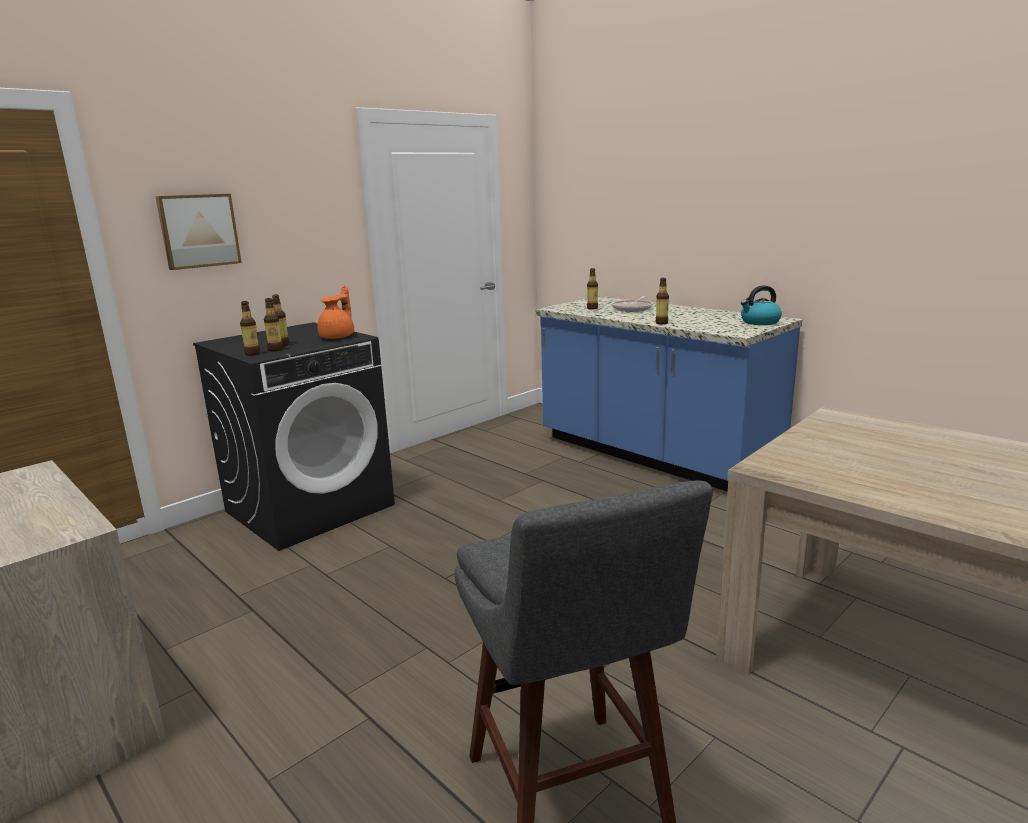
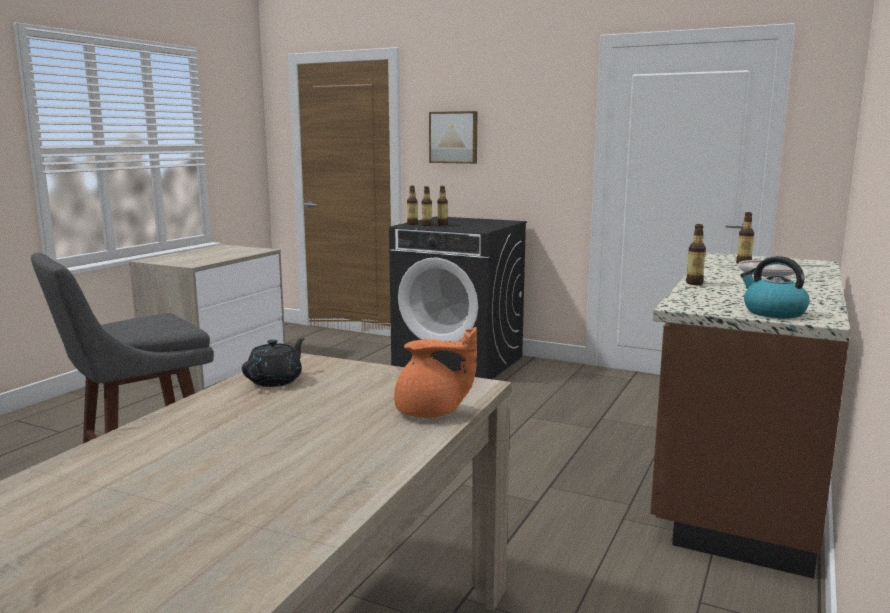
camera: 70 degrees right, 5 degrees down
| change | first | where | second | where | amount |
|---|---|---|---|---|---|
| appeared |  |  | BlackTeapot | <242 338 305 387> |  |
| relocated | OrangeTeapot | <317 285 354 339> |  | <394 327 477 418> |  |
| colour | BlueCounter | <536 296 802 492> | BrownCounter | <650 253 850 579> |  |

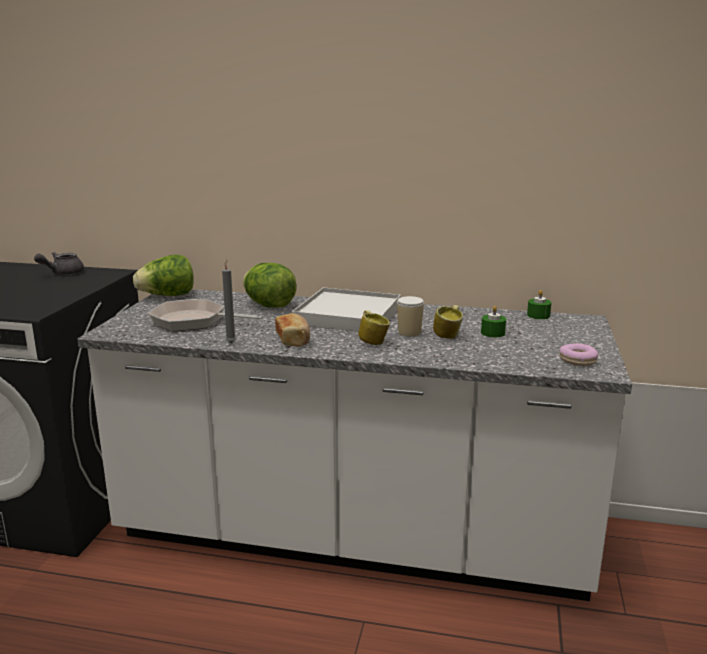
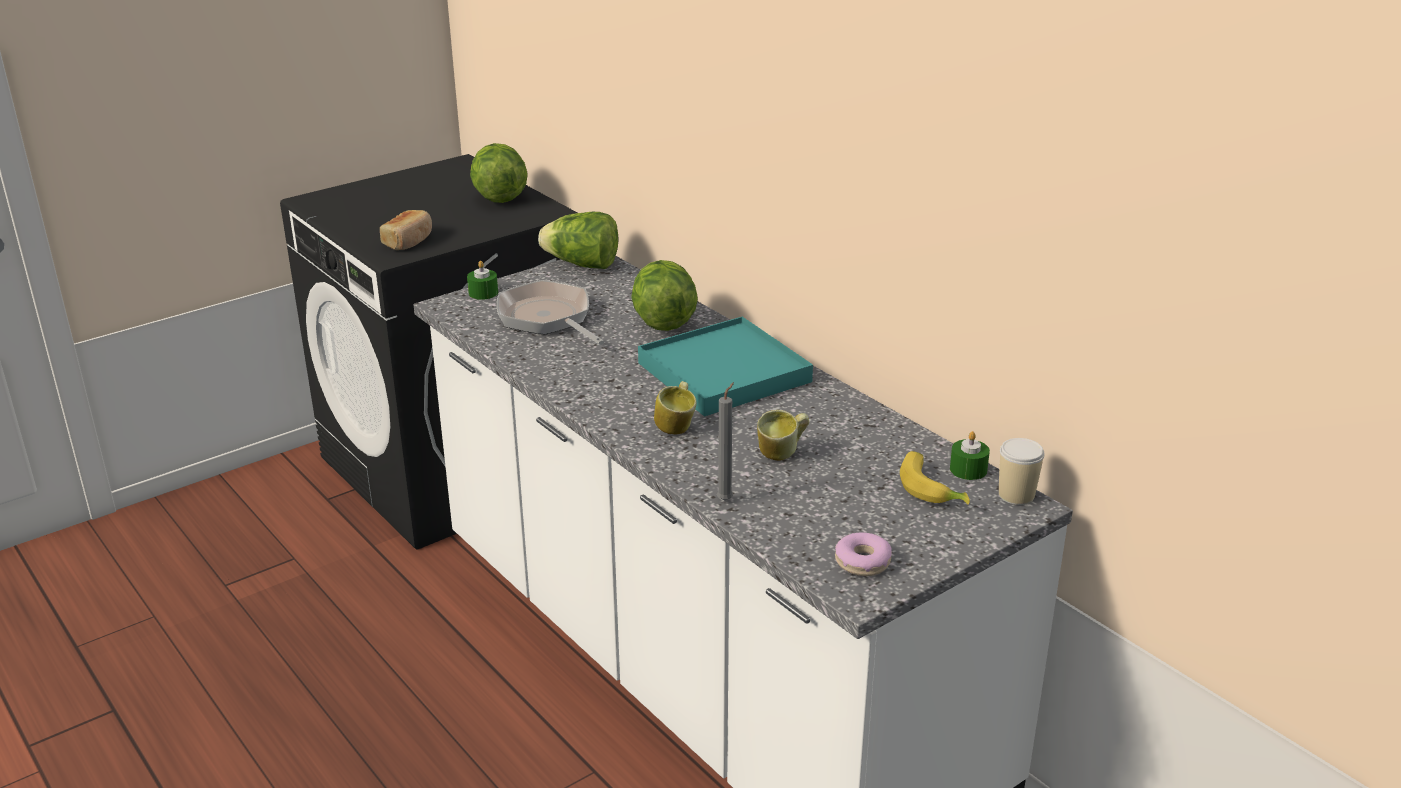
camera: 40 degrees right, 10 degrees up
| change | first | where | second | where | amount |
|---|---|---|---|---|---|
| relocated | Bread | <275 313 310 347> |  | <380 210 432 250> |  |
| relocated | GreenCandle | <481 306 506 337> |  | <467 261 498 300> |  |
| exchanged | GreyTeapot | <34 252 84 275> | Lettuce | <470 143 528 203> |  |
| colour | WhiteTray | <292 287 401 332> | TurquoiseTray | <638 317 813 416> |  |
| relocated | GreyCandle | <222 260 236 343> |  | <717 382 734 501> |  |
| appeared |  |  | Banana | <900 451 970 504> |  |
| relocated | Cup | <397 296 424 337> |  | <999 438 1045 505> |  |

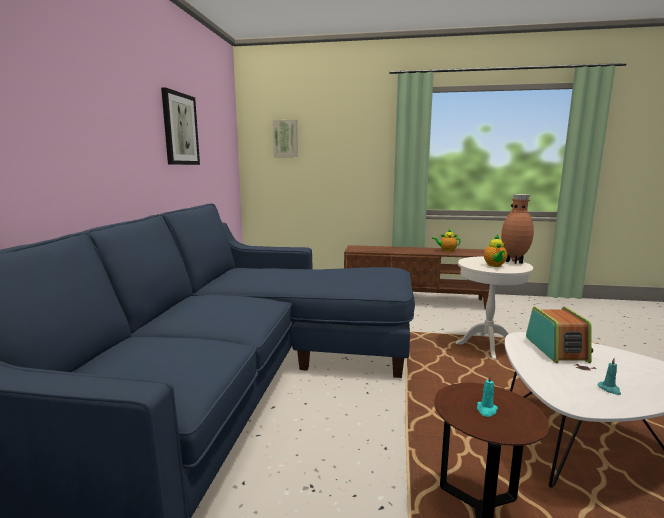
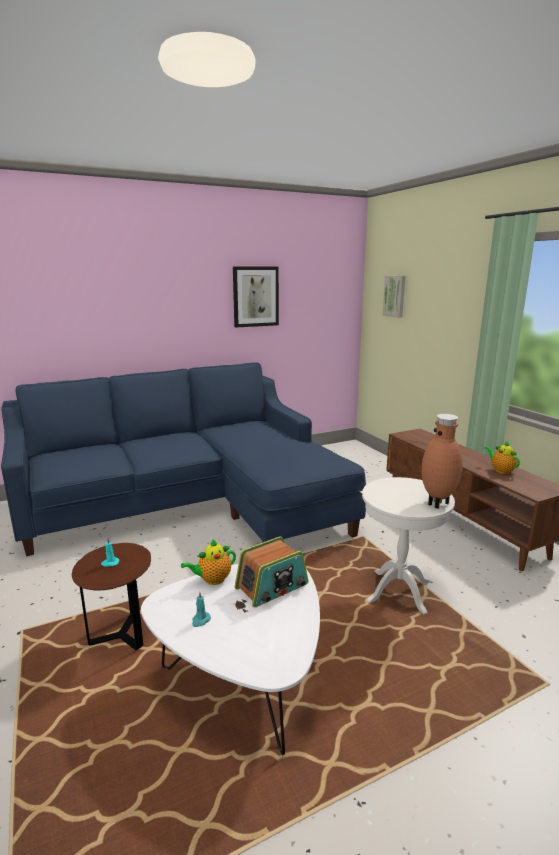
camera: 55 degrees right, 5 degrees up
| change | first | where | second | where | amount |
|---|---|---|---|---|---|
| relocated | Teapot | <484 234 508 267> |  | <181 539 236 585> |  |

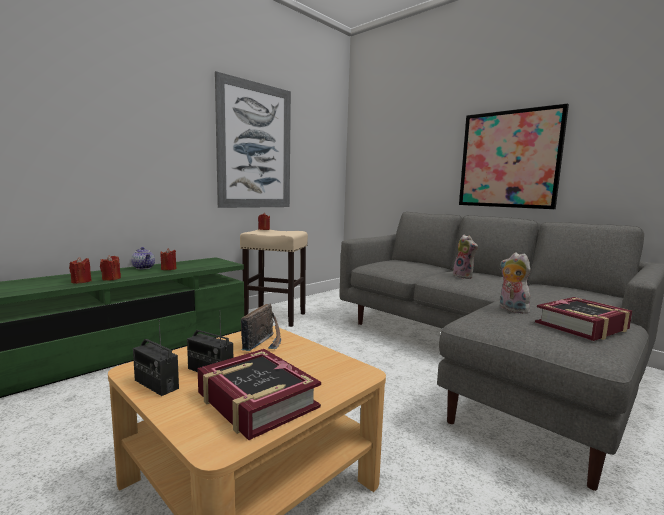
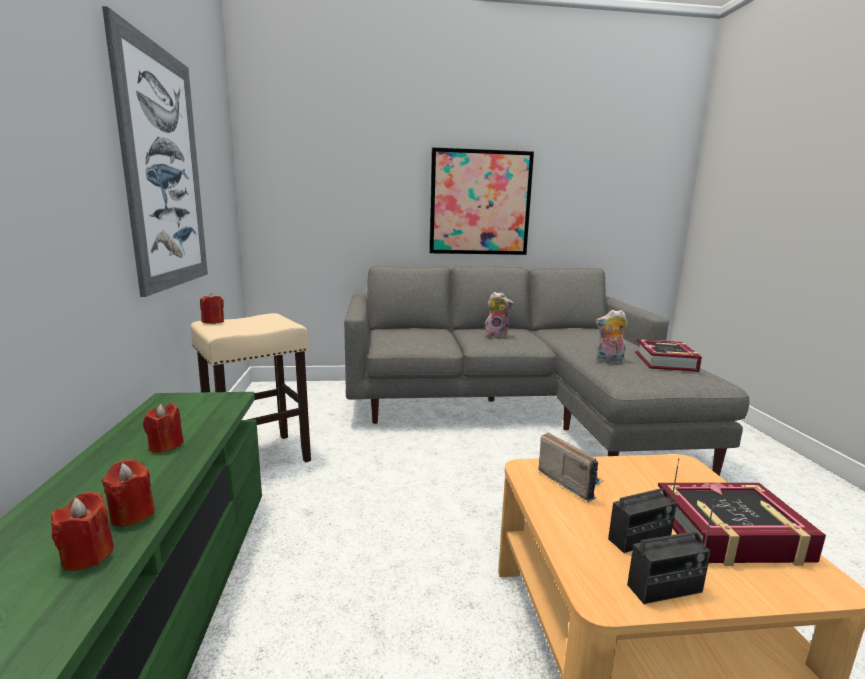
camera: 50 degrees left, 5 degrees up
| change | first | where | second | where | amount |
|---|---|---|---|---|---|
| missing | Teapot | <131 247 155 269> |  |  |  |

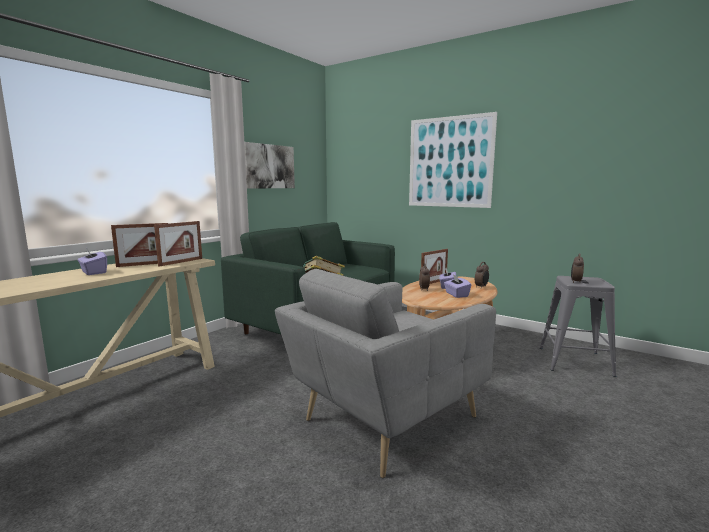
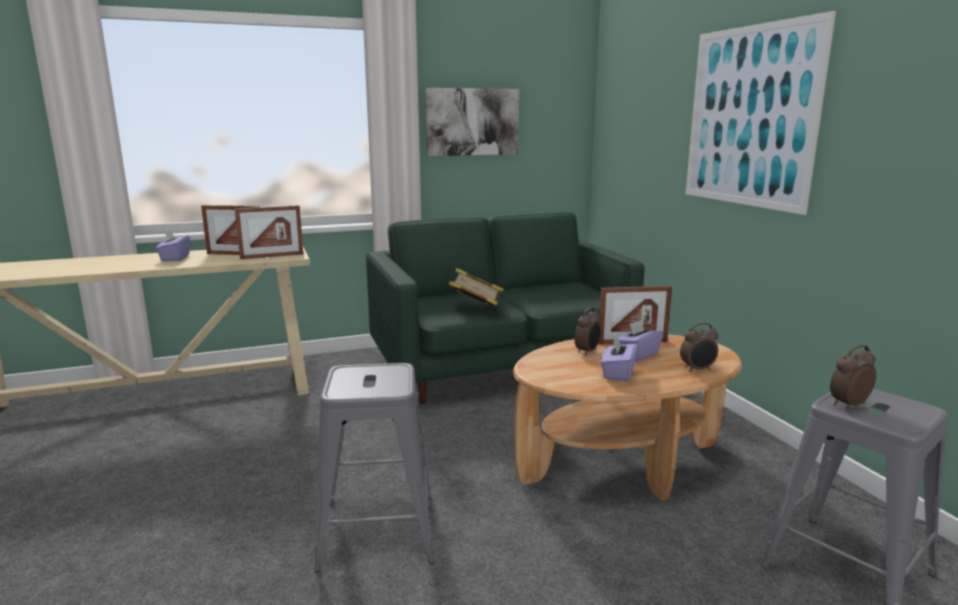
camera: 35 degrees right, 5 degrees up
| change | first | where | second | where | amount |
|---|---|---|---|---|---|
| exchanged | GreyArmchair | <275 269 496 478> | GreyStool | <314 363 435 572> |  |

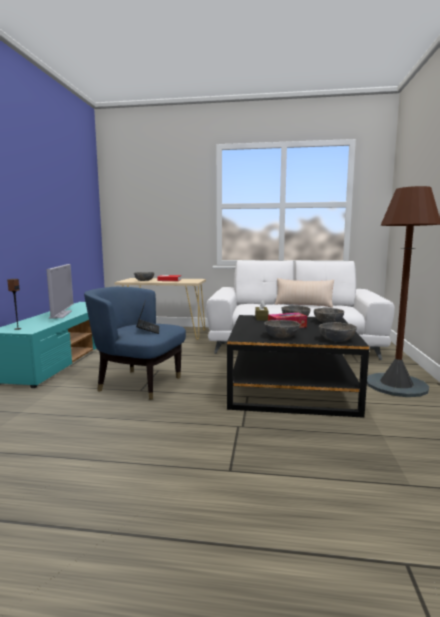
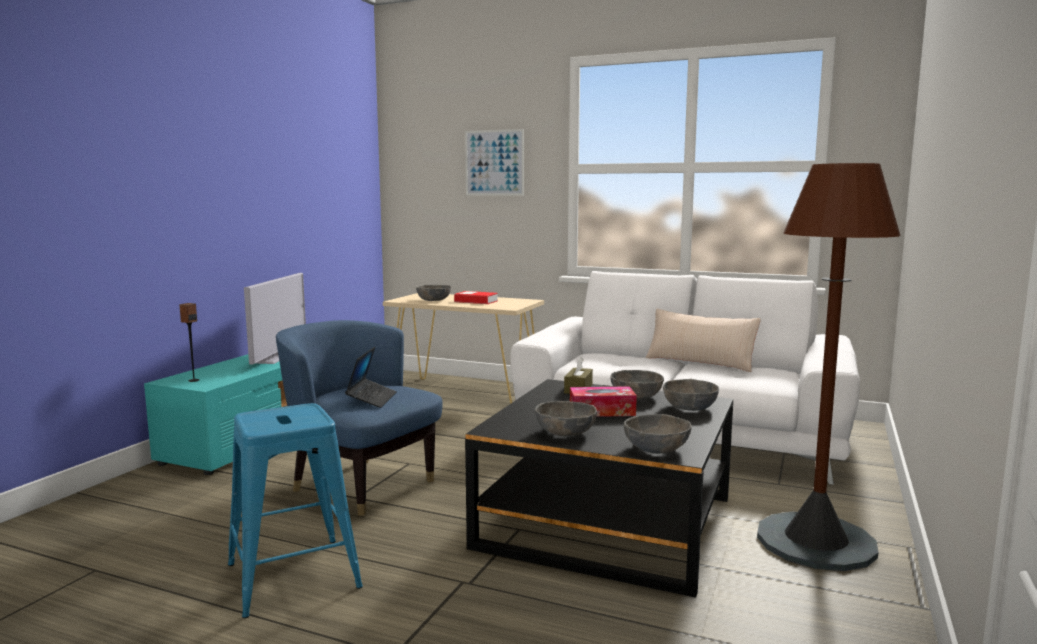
camera: 15 degrees right, 0 degrees up
| change | first | where | second | where | amount |
|---|---|---|---|---|---|
| appeared |  |  | BlueStool | <228 403 363 618> |  |
| appeared |  |  | Picture | <465 129 524 196> |  |

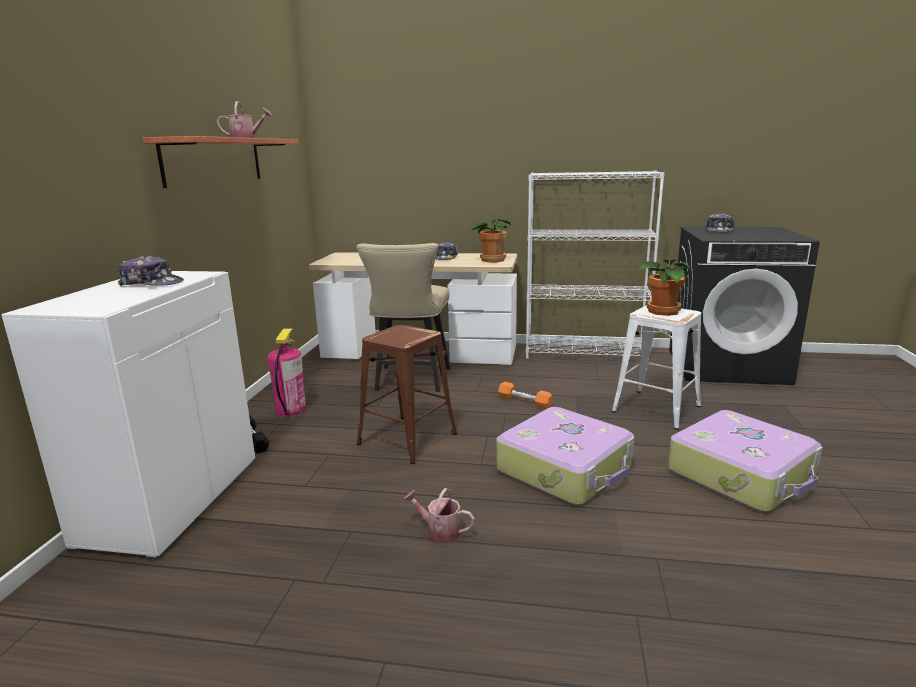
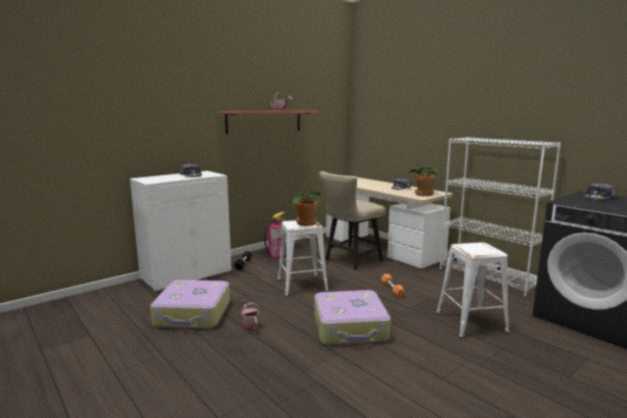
camera: 40 degrees right, 5 degrees down
| change | first | where | second | where | amount |
|---|---|---|---|---|---|
| relocated | Suitcase | <668 410 823 512> |  | <150 280 230 329> |  |
| colour | BrownStool | <357 325 457 464> | WhiteStool | <278 220 328 297> |  |
| relocated | PottedPlant | <637 259 690 316> |  | <293 191 320 226> |  |

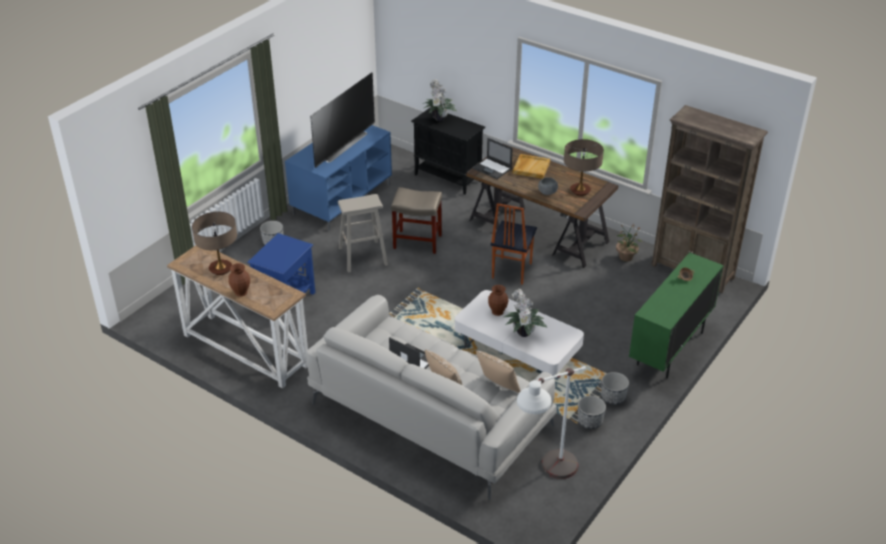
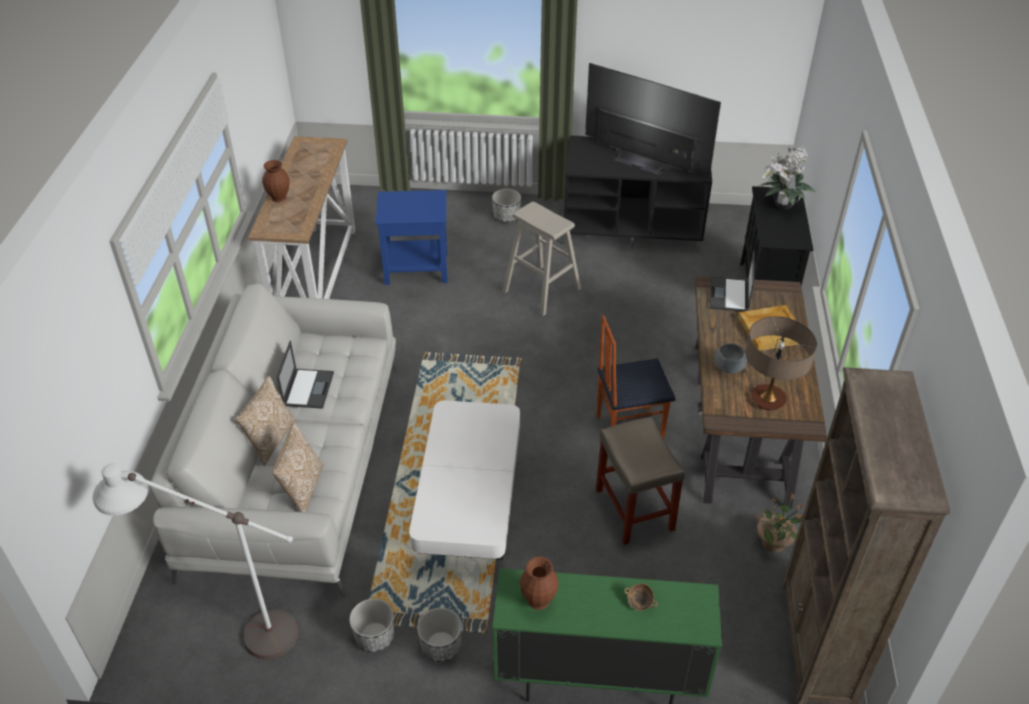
camera: 60 degrees right, 5 degrees up
| change | first | where | second | where | amount |
|---|---|---|---|---|---|
| relocated | BrownVase | <488 285 508 316> |  | <520 557 558 610> |  |
| colour | BlueTvStand | <285 125 392 231> | BlackTvStand | <564 136 712 253> |  |
| spun | Television | <310 72 375 168> |  | <585 63 721 175> | 150 degrees counterclockwise |
| relocated | BeigeStool | <391 187 442 254> |  | <596 417 685 545> |  |
| missing | TableLamp | <192 212 237 275> |  |  |  |
| missing | PottedPlant | <504 288 548 337> |  |  |  |

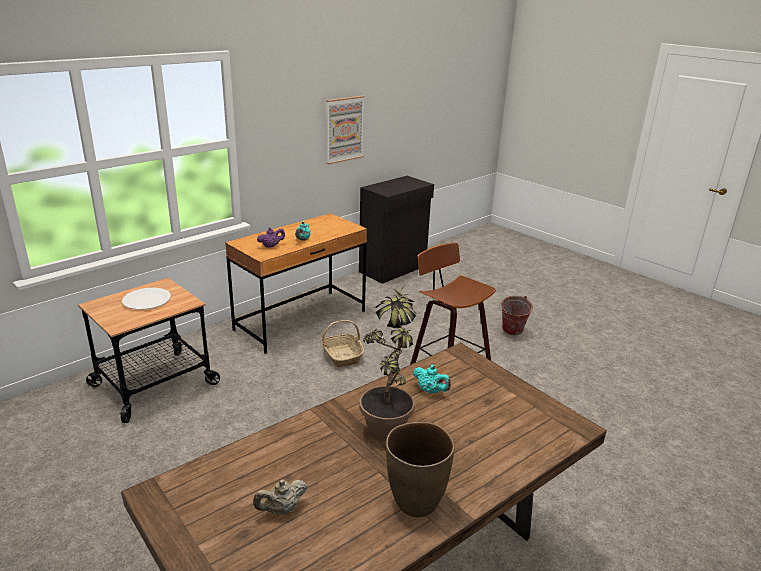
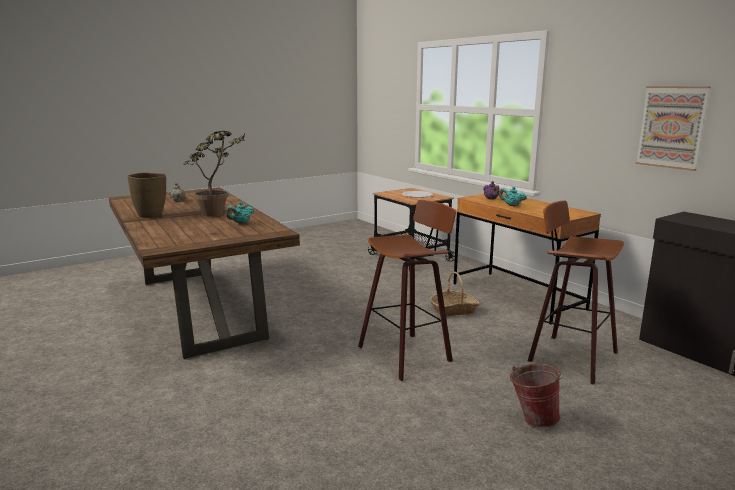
camera: 100 degrees right, 10 degrees down
| change | first | where | second | where | amount |
|---|---|---|---|---|---|
| appeared |  |  | Stool | <528 200 624 385> |  |

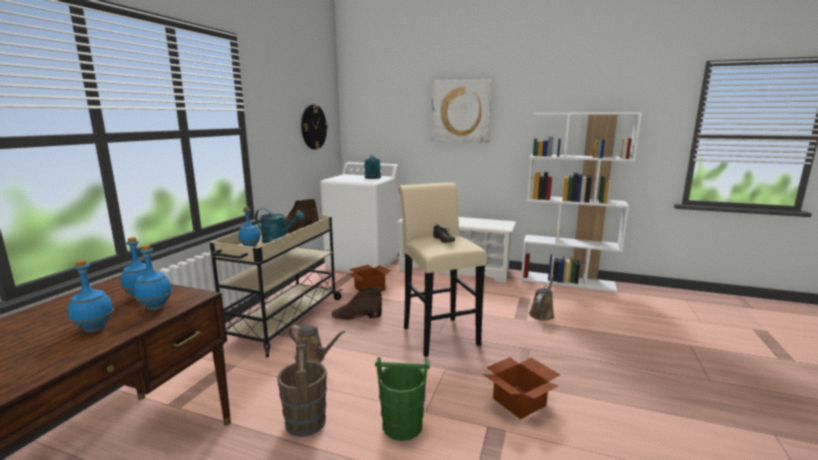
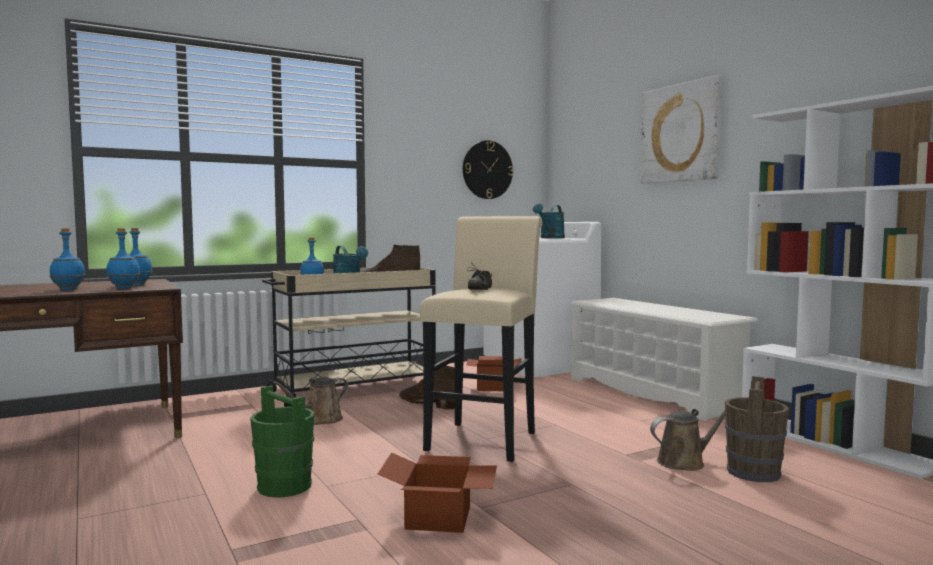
camera: 40 degrees right, 10 degrees down
| change | first | where | second | where | amount |
|---|---|---|---|---|---|
| spun | BrownWateringCan | <288 325 345 363> |  | <272 377 349 425> | 75 degrees clockwise |
| relocated | BrownBucket | <277 344 327 437> |  | <725 376 789 482> |  |

